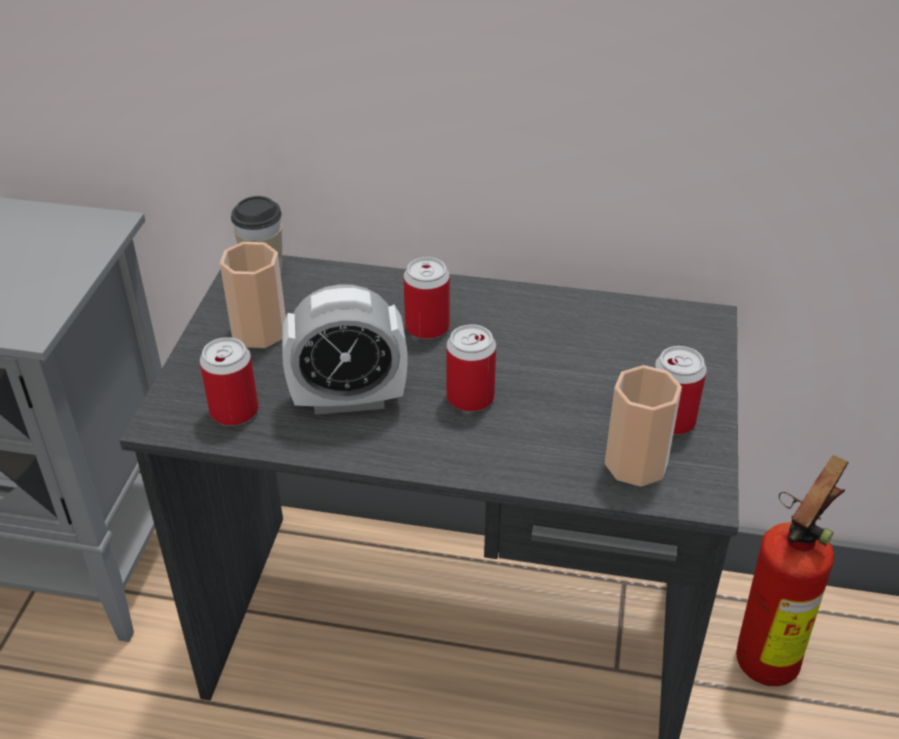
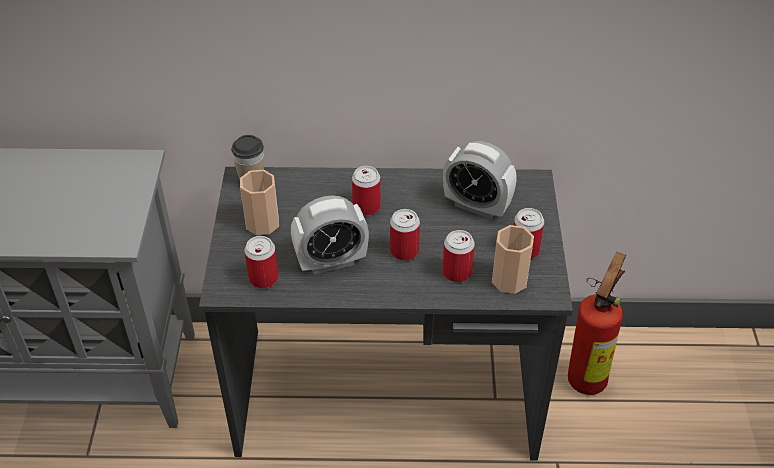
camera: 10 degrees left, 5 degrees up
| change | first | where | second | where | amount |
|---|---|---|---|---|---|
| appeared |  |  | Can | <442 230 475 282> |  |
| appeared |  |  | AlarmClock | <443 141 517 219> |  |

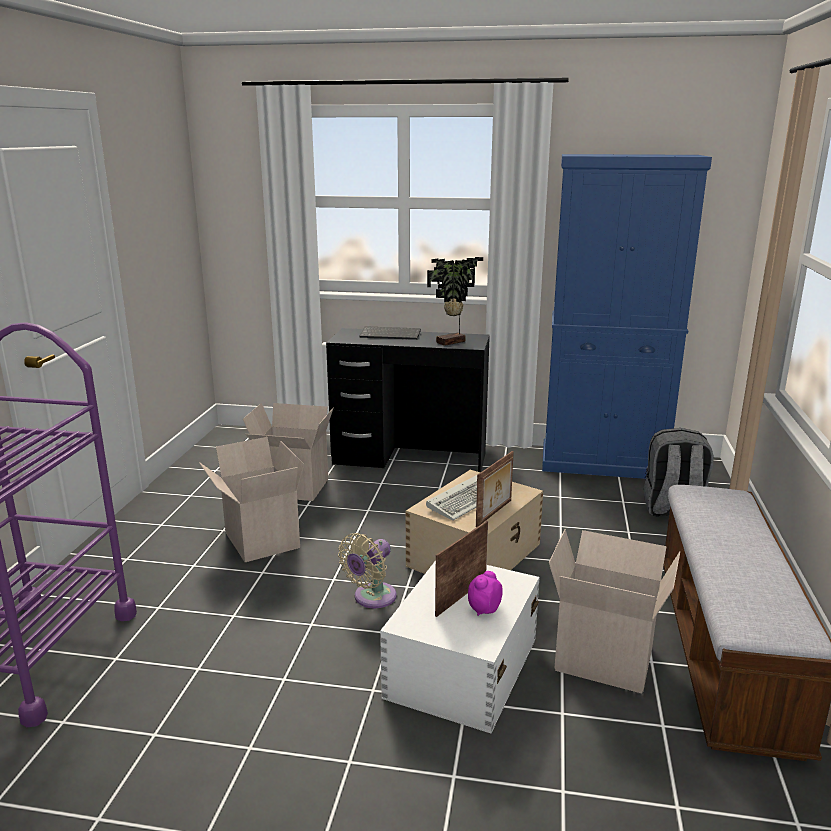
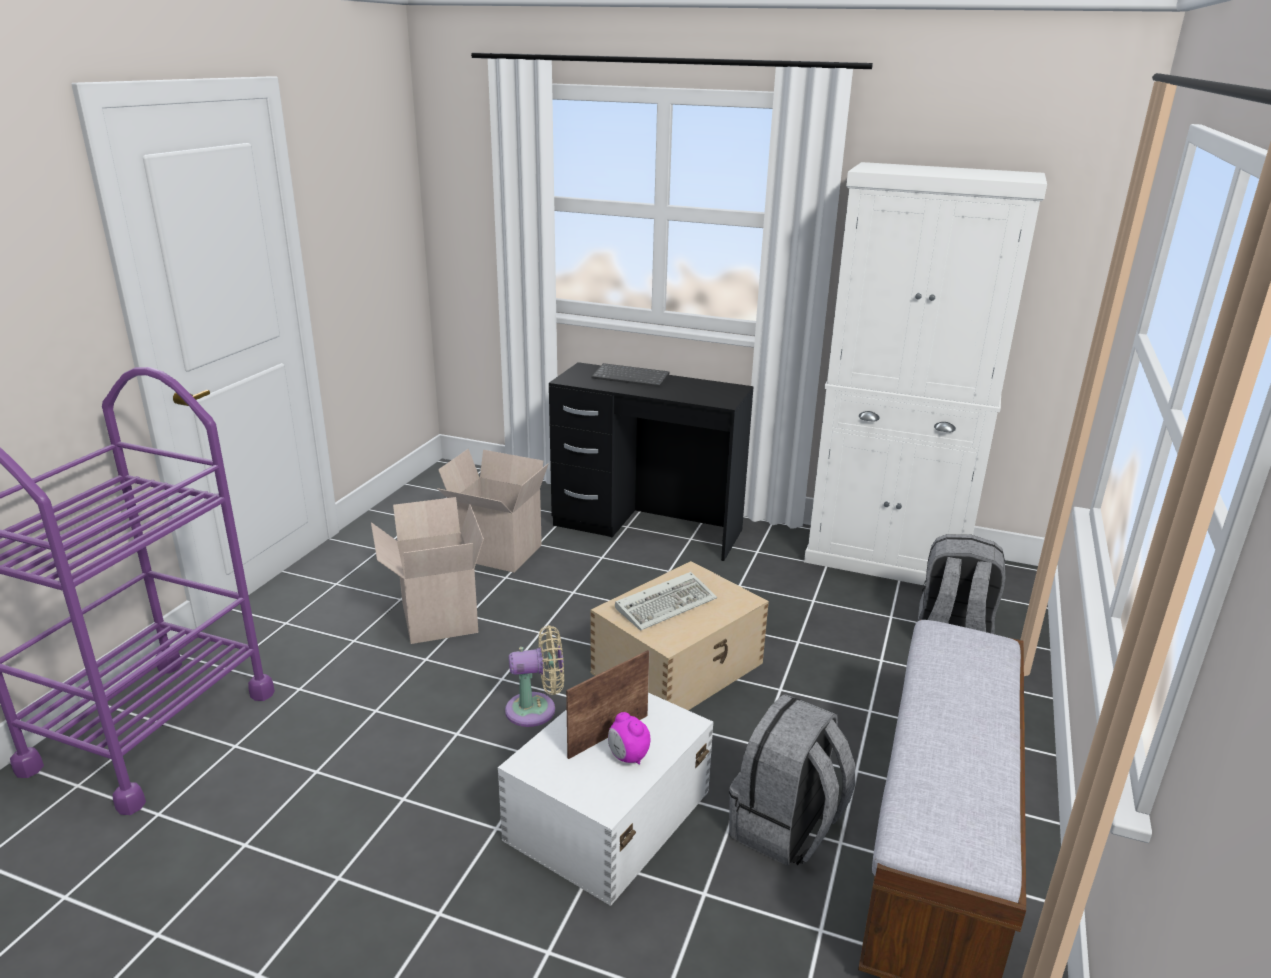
camera: 10 degrees right, 5 degrees up
| change | first | where | second | where | amount |
|---|---|---|---|---|---|
| spun | BeigeFan | <338 533 397 608> |  | <505 625 564 727> | 150 degrees counterclockwise |
| spun | AlarmClock | <468 571 503 616> |  | <608 712 650 764> | 90 degrees counterclockwise |
| exchanged | CardboardBox | <549 529 680 693> | GreyBackpack | <729 694 855 866> |  |
| colour | BlueCabinet | <542 154 712 479> | WhiteCabinet | <804 162 1047 586> |  |
| missing | PottedPlant | <427 257 483 346> |  |  |  |
| missing | PictureFrame | <476 451 514 527> |  |  |  |

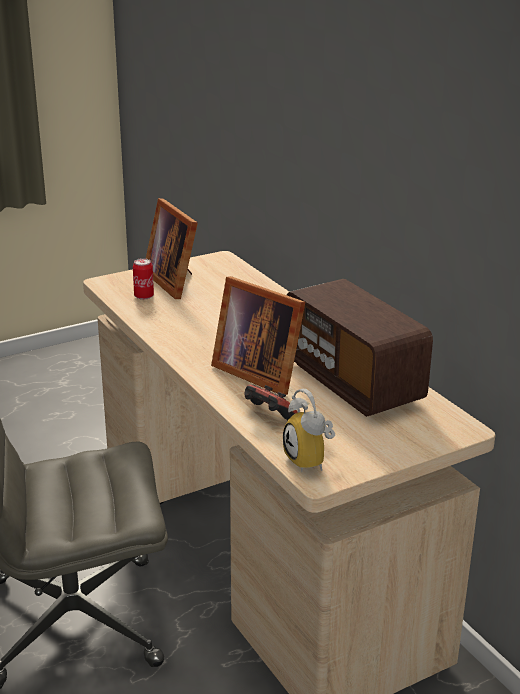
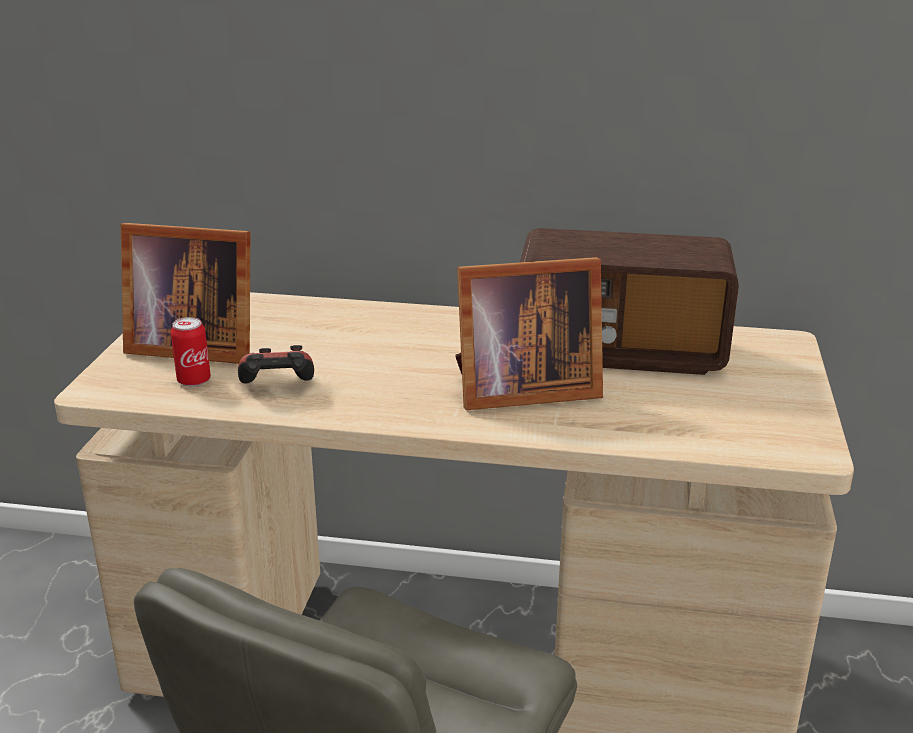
camera: 50 degrees left, 0 degrees up
| change | first | where | second | where | amount |
|---|---|---|---|---|---|
| relocated | GameController | <245 384 298 420> |  | <238 345 314 383> |  |
| missing | AlarmClock | <283 389 335 472> |  |  |  |

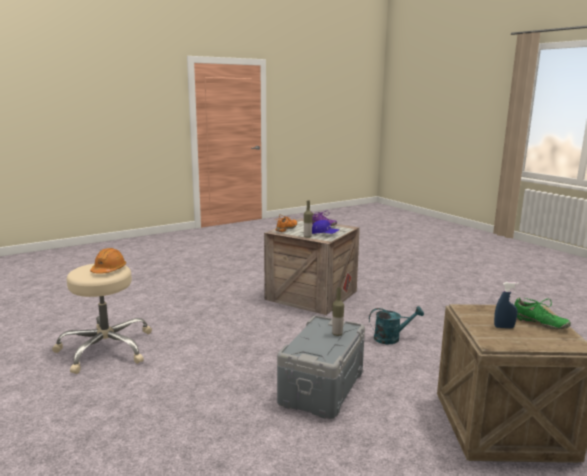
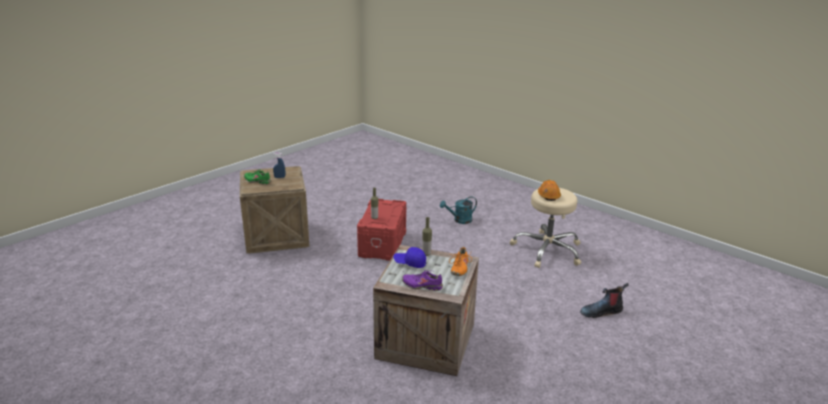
camera: 165 degrees right, 10 degrees up
| change | first | where | second | where | amount |
|---|---|---|---|---|---|
| colour | GreyStorageBox | <277 315 365 419> | RedStorageBox | <357 199 406 261> |  |
| relocated | TurquoiseWateringCan | <369 306 424 344> |  | <440 197 477 224> |  |
| appeared |  |  | Boot | <580 283 629 318> |  |

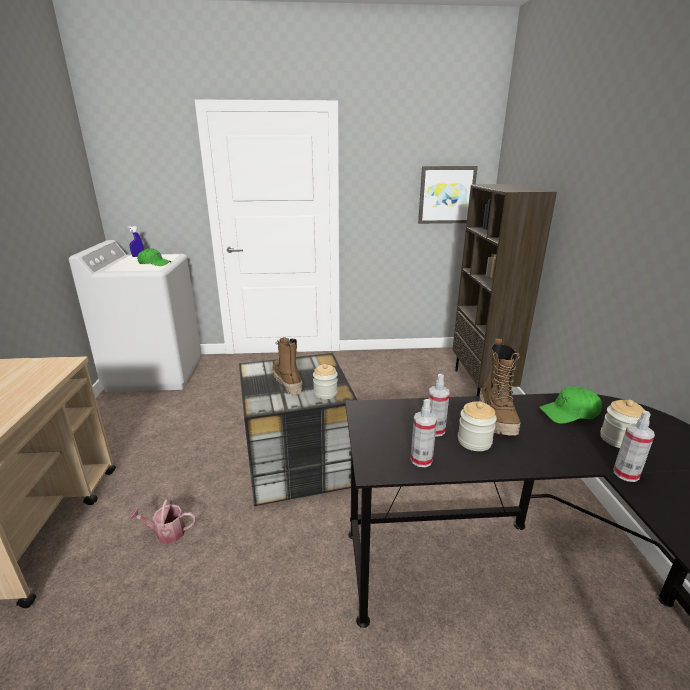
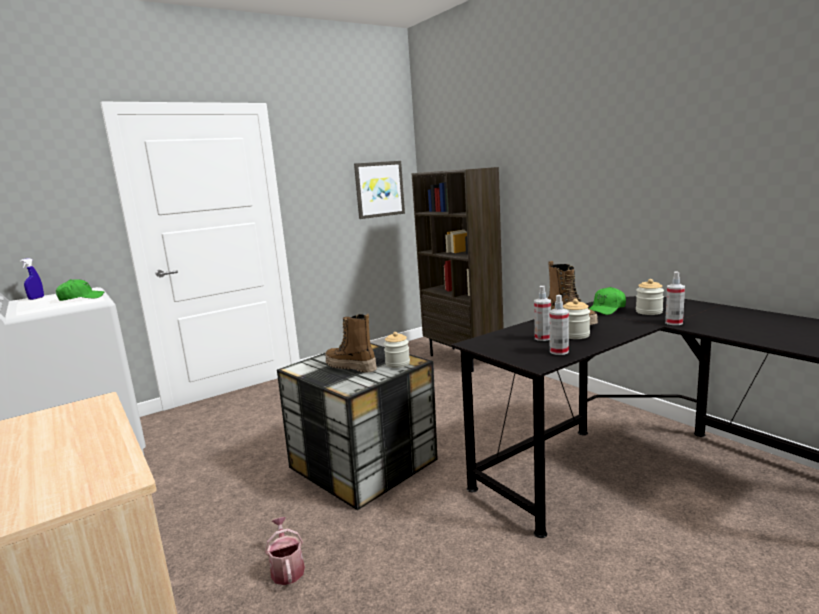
camera: 30 degrees left, 10 degrees down
| change | first | where | second | where | amount |
|---|---|---|---|---|---|
| spun | WateringCan | <129 498 196 544> |  | <265 517 305 585> | 105 degrees clockwise |

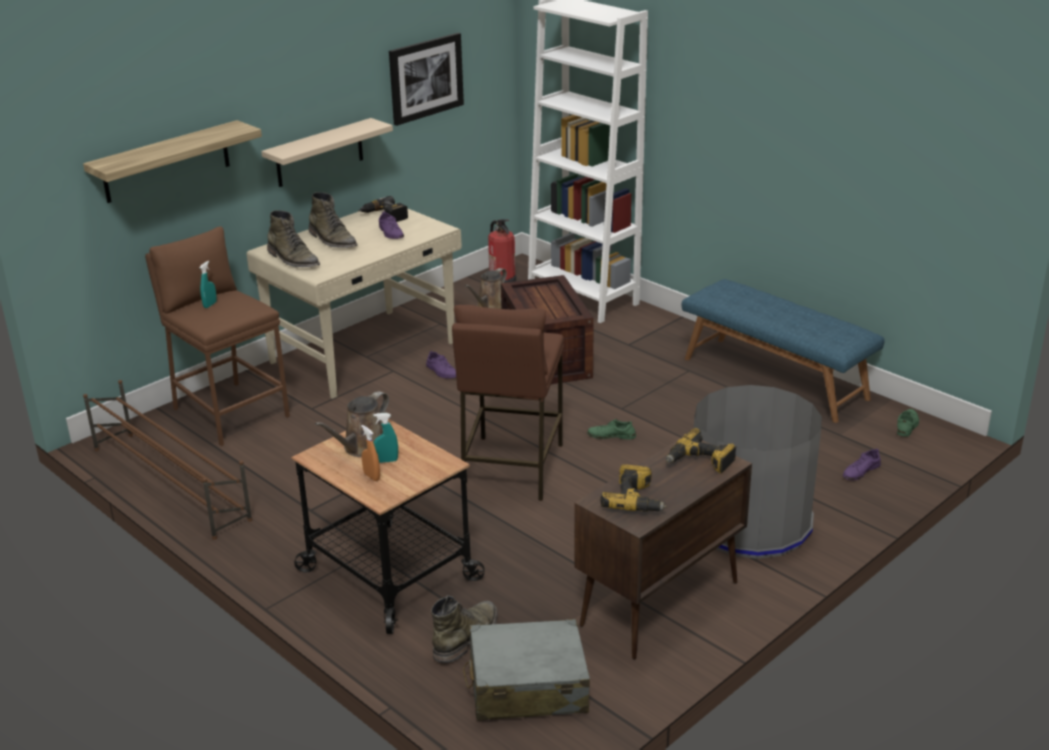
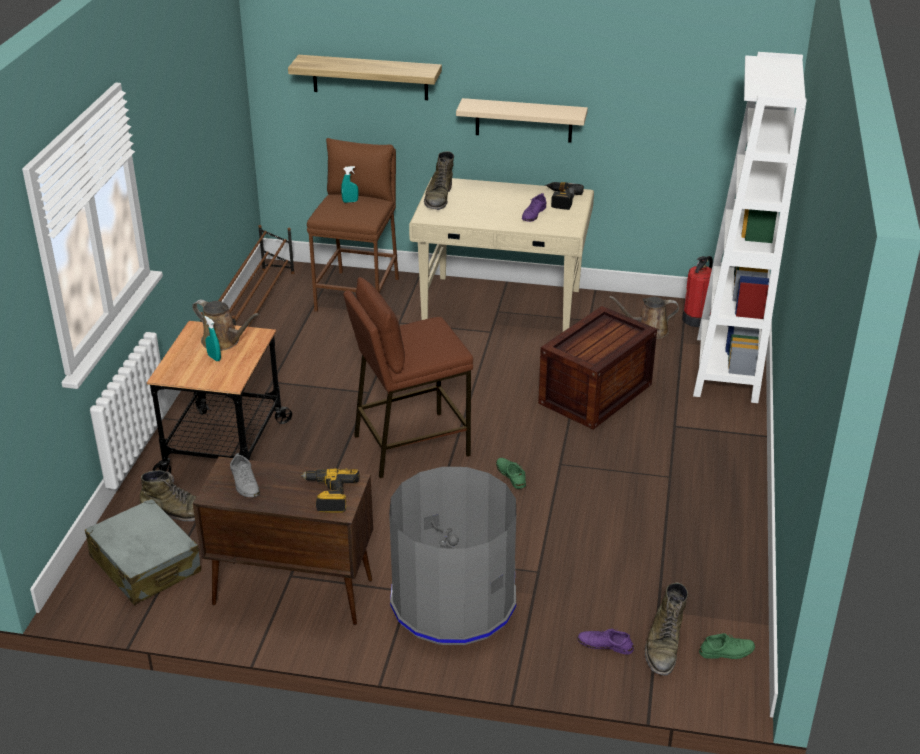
camera: 55 degrees right, 5 degrees up
| change | first | where | second | where | amount |
|---|---|---|---|---|---|
| spun | BrownWateringCan | <315 391 389 457> |  | <192 300 259 351> | 150 degrees counterclockwise |
| exchanged | PowerDrill | <600 464 666 512> | GreyShoe | <230 453 260 497> |  |
| relocated | GreenBoot | <309 192 357 248> |  | <645 583 688 676> |  |
| missing | OrangeSprayBottle | <361 425 380 481> |  |  |  |
| missing | Picture | <389 33 464 126> |  |  |  |
| missing | PurpleShoe | <426 351 456 378> |  |  |  |
| missing | BlueBench | <682 279 885 423> |  |  |  |

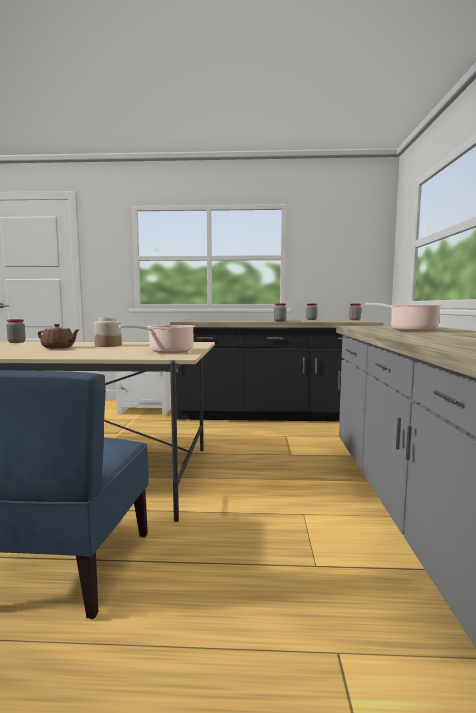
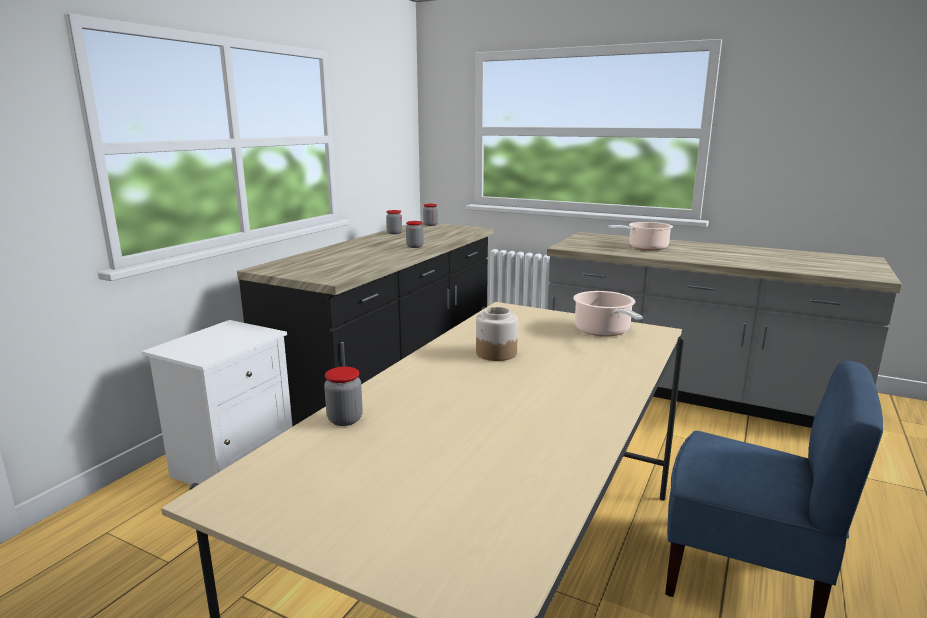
camera: 65 degrees left, 10 degrees up
| change | first | where | second | where | amount |
|---|---|---|---|---|---|
| missing | BrownTeapot | <38 324 80 349> |  |  |  |

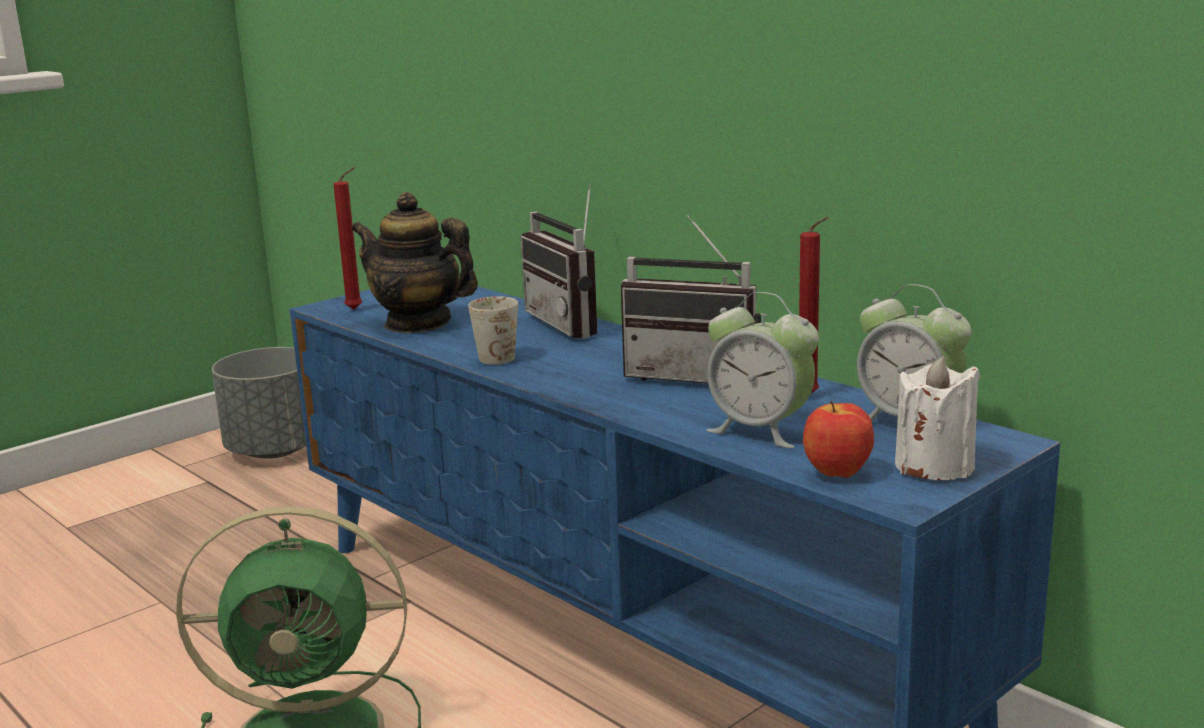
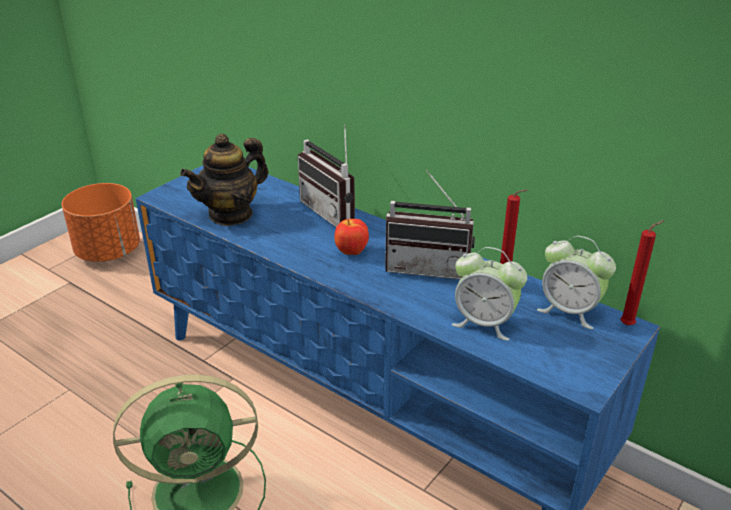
camera: 10 degrees left, 15 degrees up
| change | first | where | second | where | amount |
|---|---|---|---|---|---|
| colour | GreyPlanter | <212 347 306 459> | OrangePlanter | <62 183 140 262> |  |
| spun | Teapot | <351 192 478 333> |  | <180 134 268 226> | 60 degrees counterclockwise |
| relocated | Apple | <803 401 874 478> |  | <334 219 369 255> |  |
| relocated | RedCandle | <333 167 362 310> |  | <620 220 665 326> |  |
| missing | WhiteMug | <468 296 518 365> |  |  |  |
| missing | WhiteCandle | <895 357 980 480> |  |  |  |

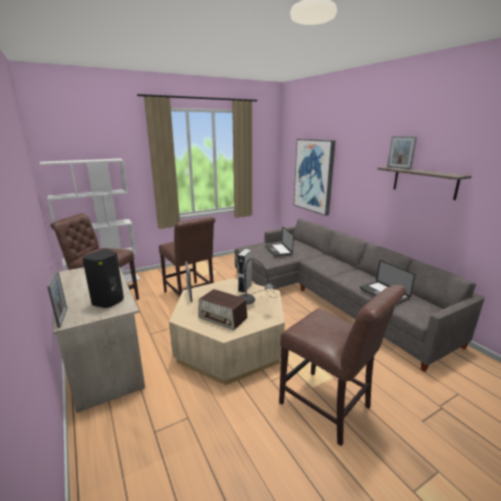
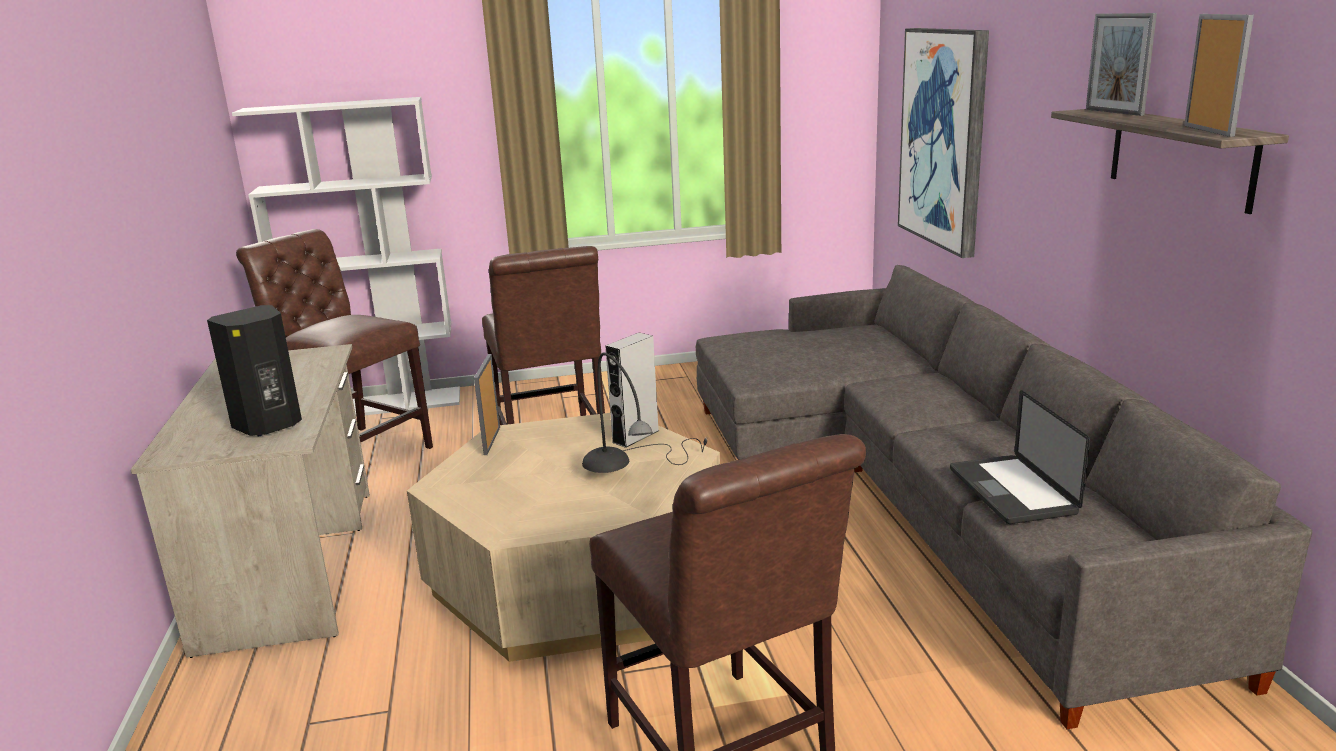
camera: 20 degrees right, 0 degrees up
| change | first | where | second | where | amount |
|---|---|---|---|---|---|
| relocated | PictureFrame | <47 270 67 328> |  | <1184 14 1254 137> |  |
| missing | Radio | <198 289 247 330> |  |  |  |
| missing | Laptop | <265 227 294 257> |  |  |  |

